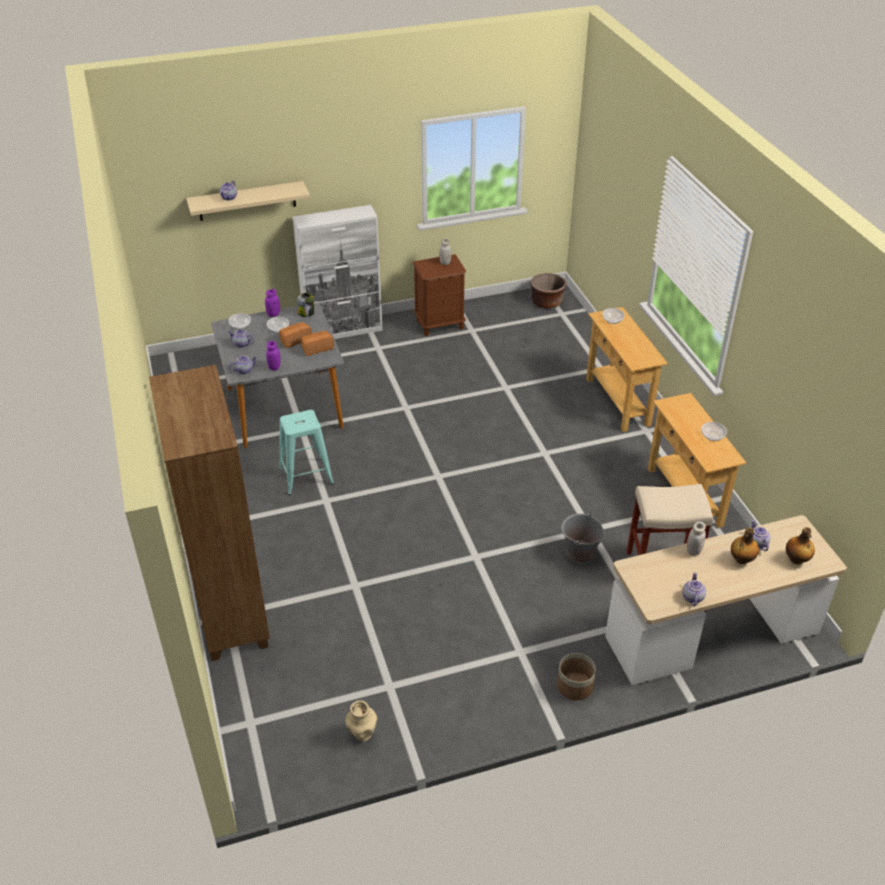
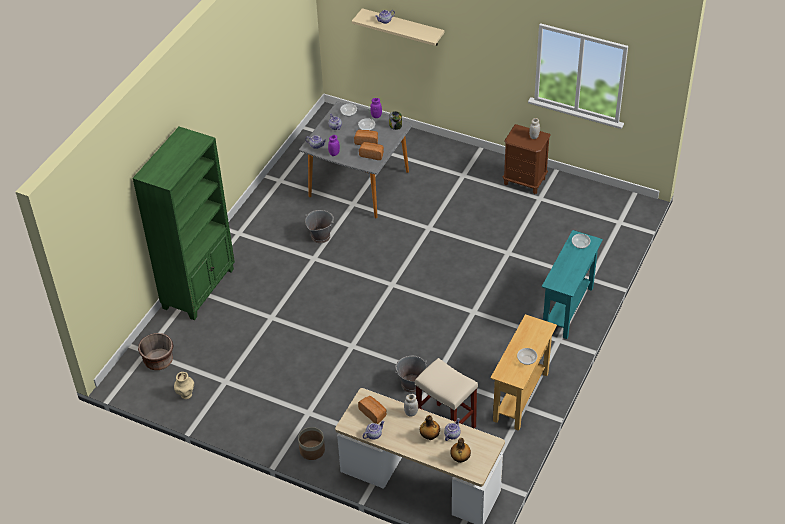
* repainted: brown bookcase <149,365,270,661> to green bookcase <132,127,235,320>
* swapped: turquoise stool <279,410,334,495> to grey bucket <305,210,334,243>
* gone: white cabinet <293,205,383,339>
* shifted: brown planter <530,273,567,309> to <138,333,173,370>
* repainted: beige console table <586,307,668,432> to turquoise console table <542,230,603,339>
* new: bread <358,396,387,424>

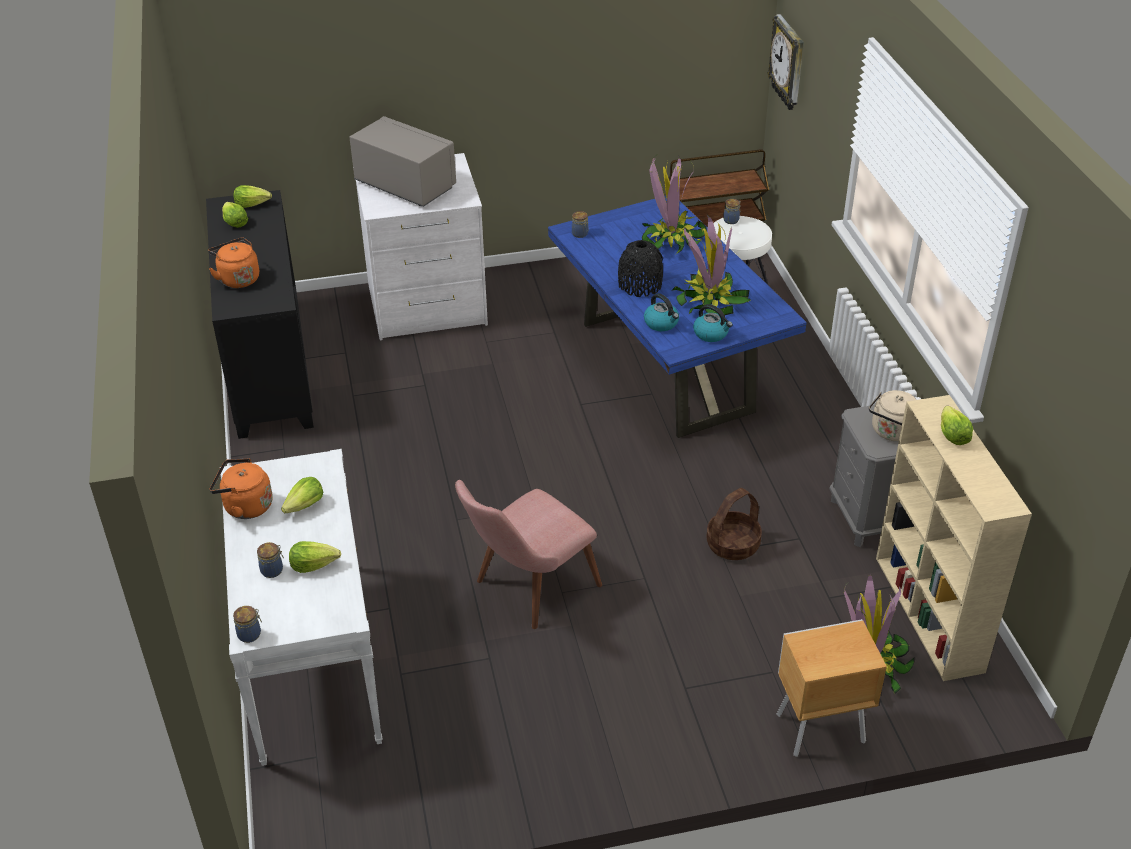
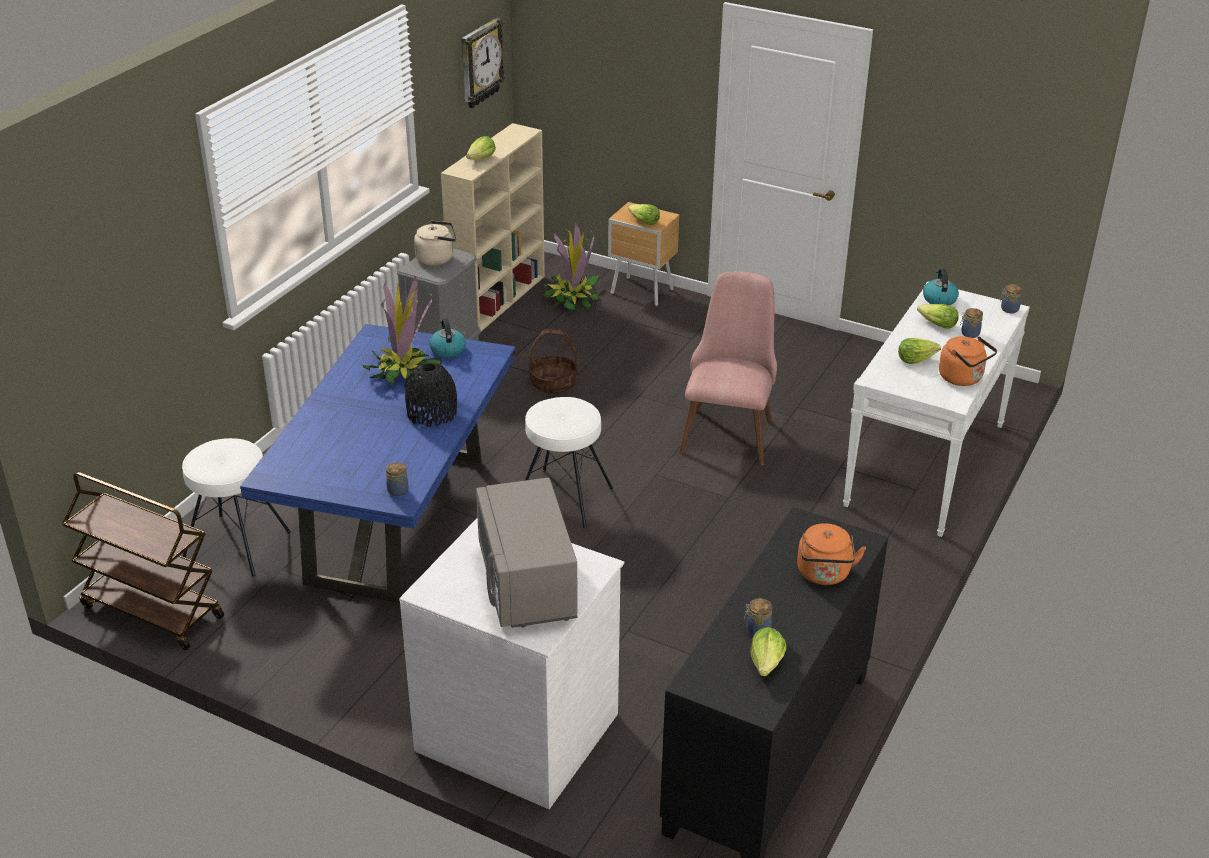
* shifted: lettuce <233,185,272,208> to <628,204,660,225>
* rotated: pink chair <455,480,602,629> = <679,271,777,466> 75 degrees counterclockwise
* gone: potted plant <642,155,707,255>
* shifted: kettle <644,293,679,331> to <923,268,959,305>
* shifted: jar <723,199,741,224> to <744,598,772,636>
* shifted: wall clock <767,14,804,110> to <461,18,505,108>
* new: white stool <525,397,613,528>

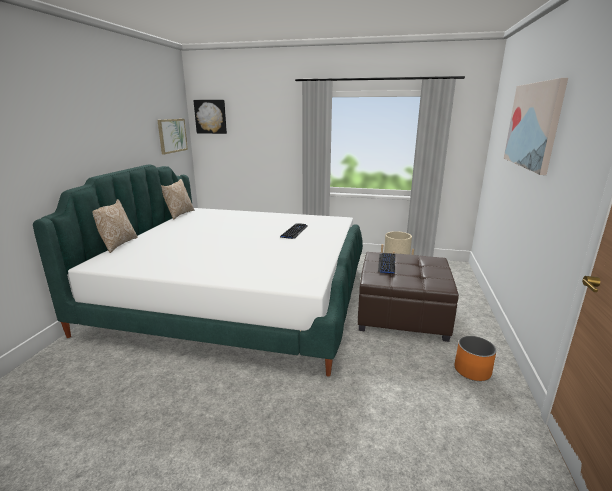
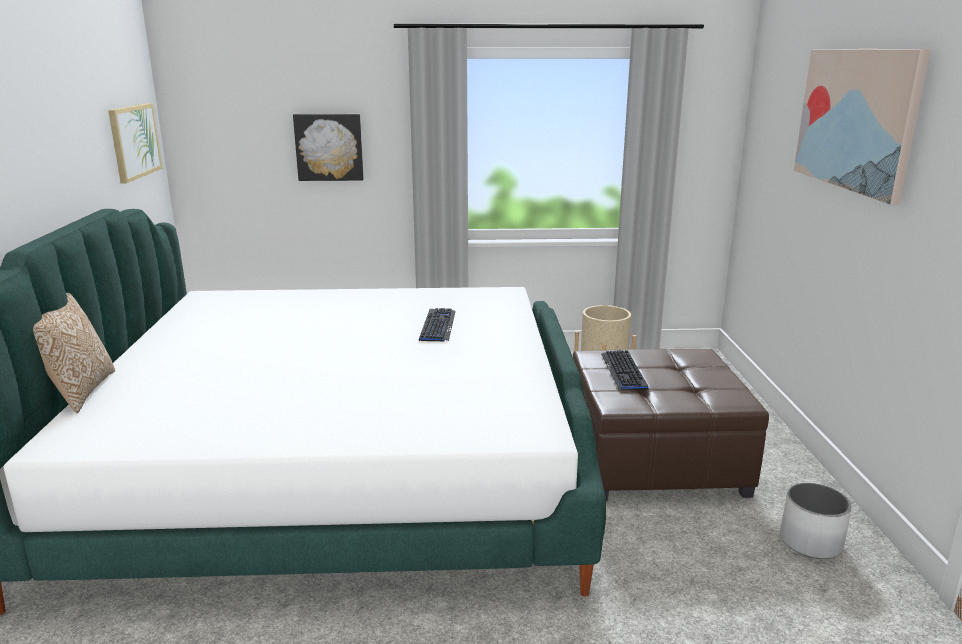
* gone: pillow <161,179,194,219>
* shifted: picture <193,100,227,134> to <293,114,364,181>
* repainted: orange planter <455,336,497,381> to white planter <780,483,852,559>

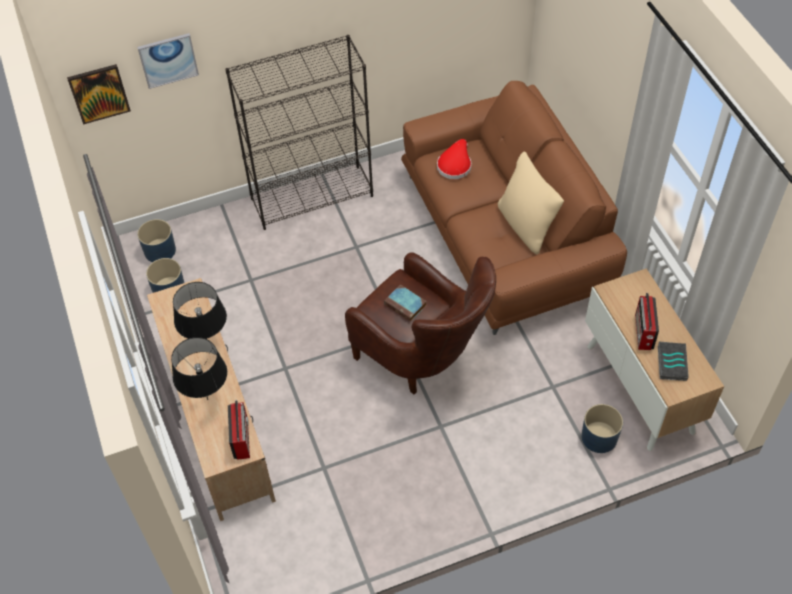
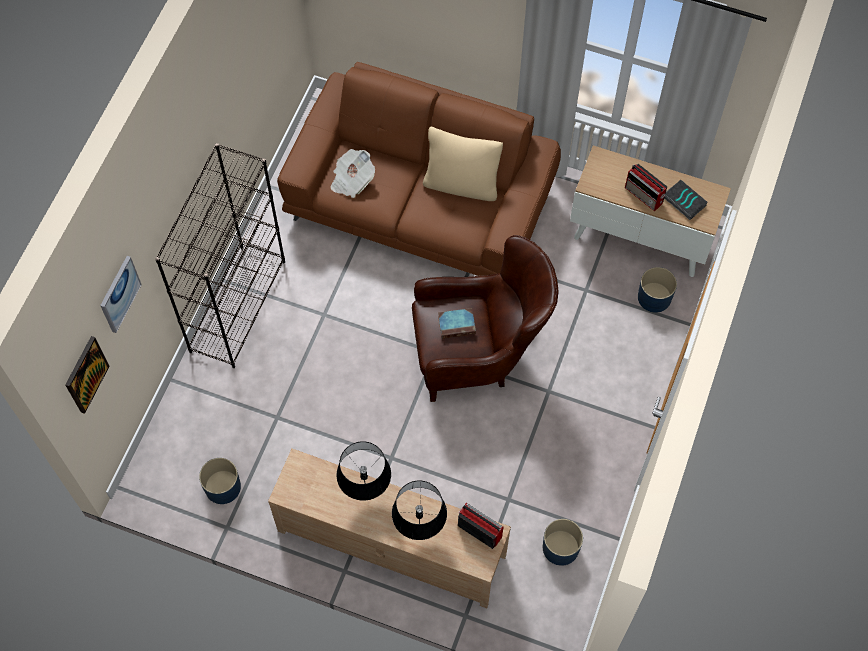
* shifted: blue planter <137,219,176,262> to <543,519,583,566>
* swapped: red hat <437,139,471,179> to newspaper <331,149,375,198>

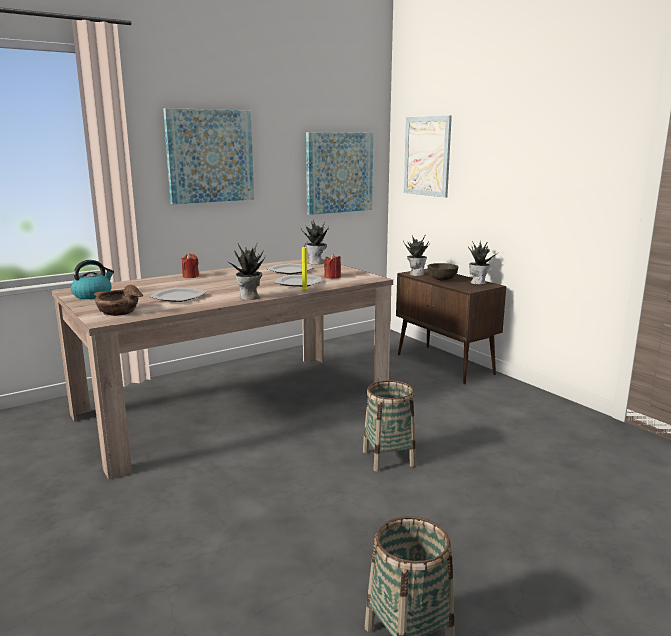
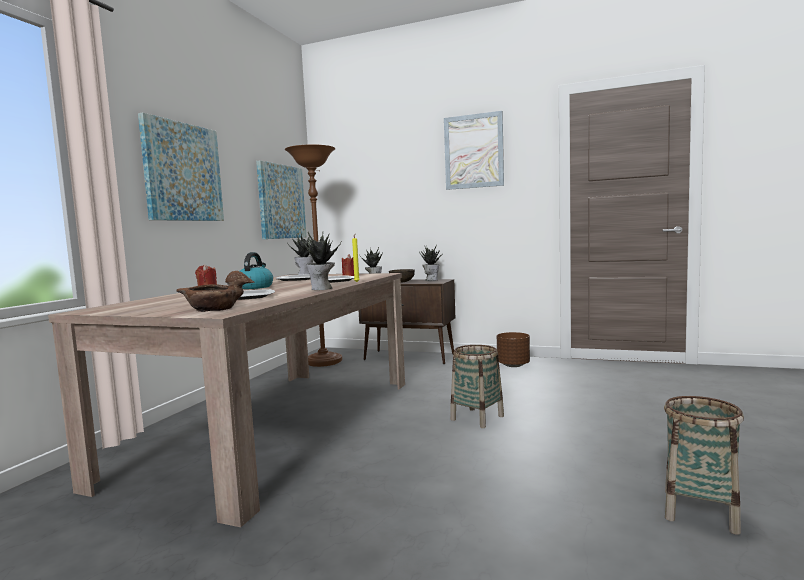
* shifted: kettle <71,260,114,299> to <240,252,273,289>
* shifted: picture <404,116,452,198> to <444,111,504,190>
* new: brown floor lamp <285,145,342,367>
* new: brown planter <497,332,530,367>

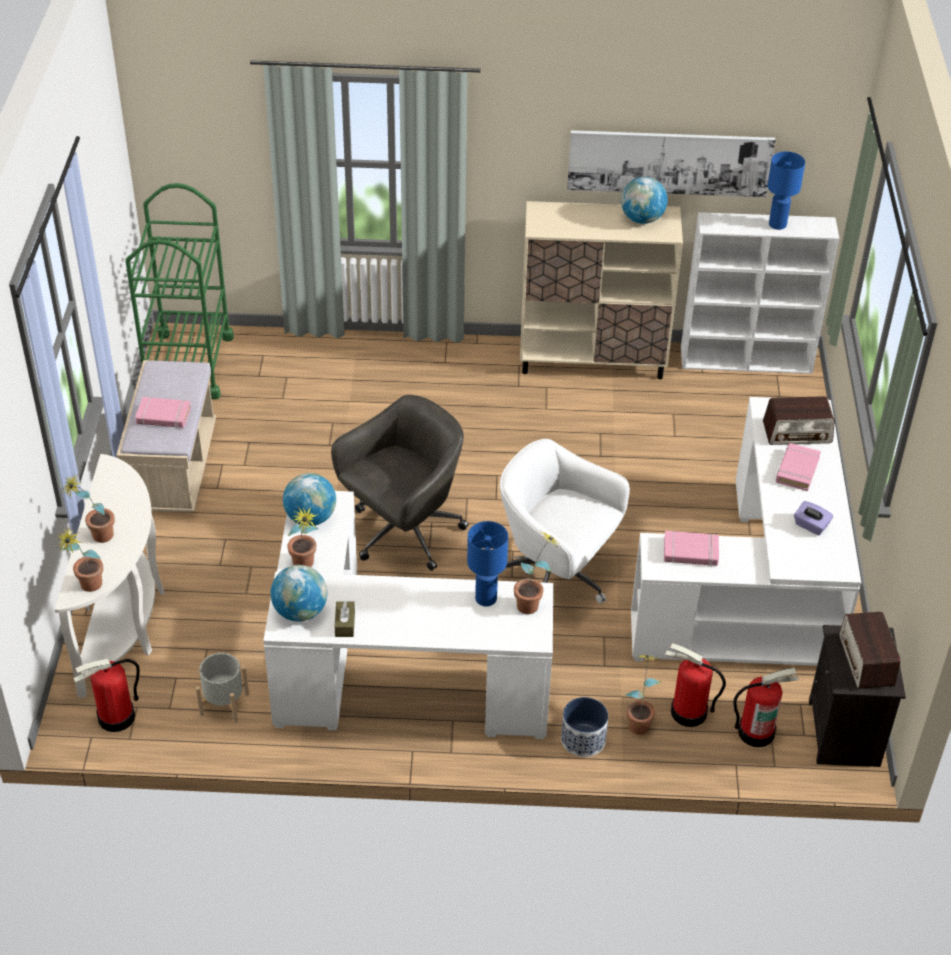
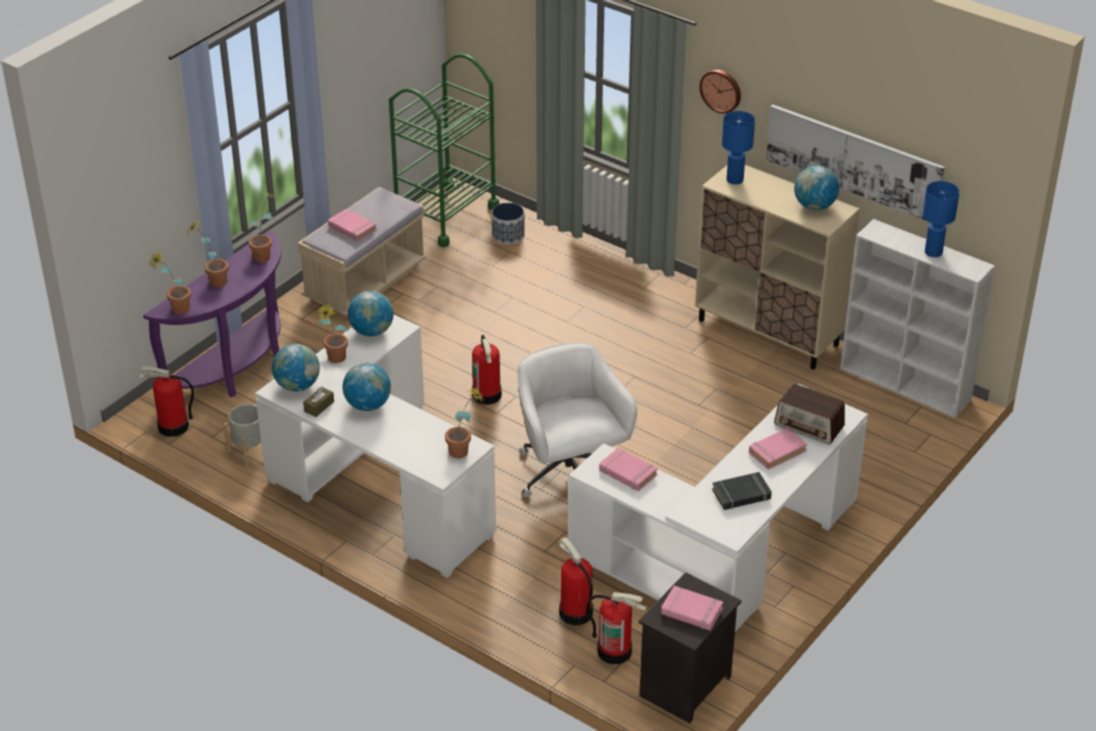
* repainted: white console table <55,454,164,698> to purple console table <143,230,281,397>
* swapped: grey office chair <331,395,469,571> to fire extinguisher <472,335,502,405>
* shifted: blue table lamp <467,521,508,606> to <722,111,755,185>
* shifted: planter <561,697,608,757> to <492,203,525,245>
* shifted: potted plant <625,655,661,735> to <248,191,275,262>
* swapped: purple tissue box <794,501,833,535> to black book <712,472,772,510>
* swapped: radio <839,611,901,689> to pink book <661,586,723,630>
* new: globe <343,363,391,411>
* new: wall clock <699,70,741,114>

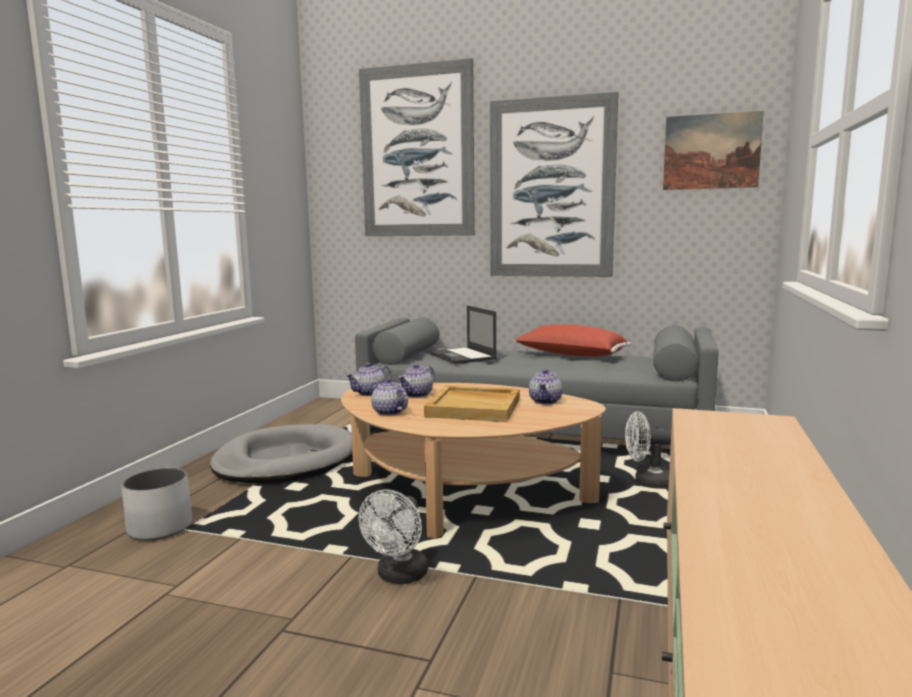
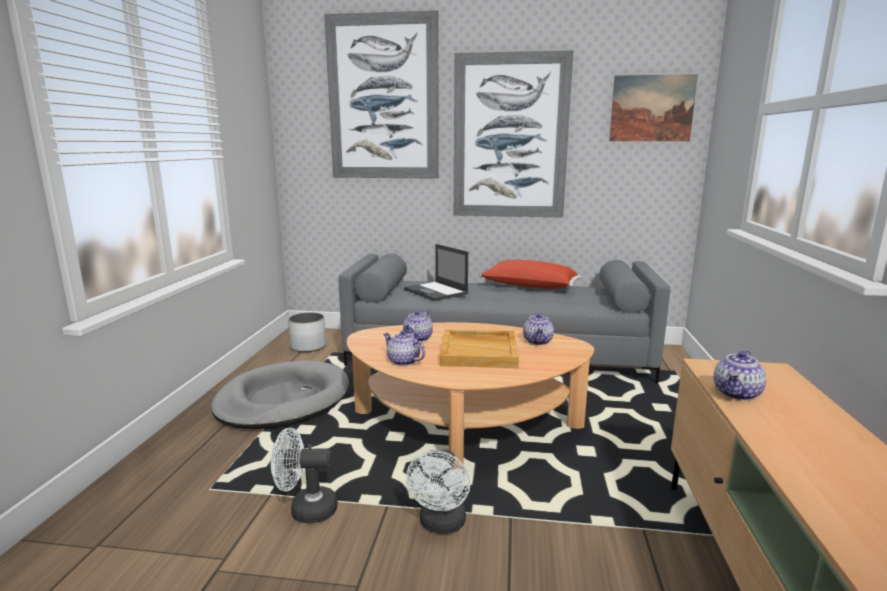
* shifted: white planter <121,468,192,540> to <288,312,326,352>
* shifted: teapot <346,363,391,396> to <714,351,766,401>
* shifted: white fan <625,411,671,489> to <271,428,338,523>

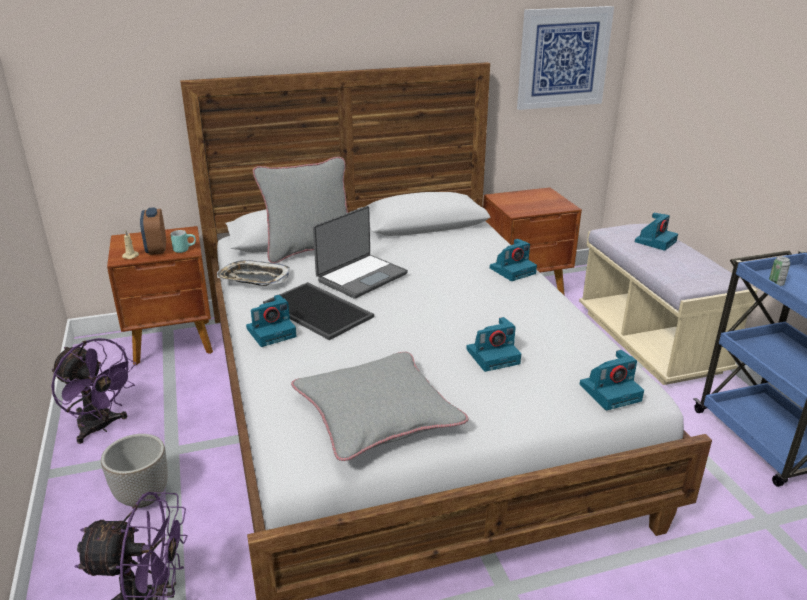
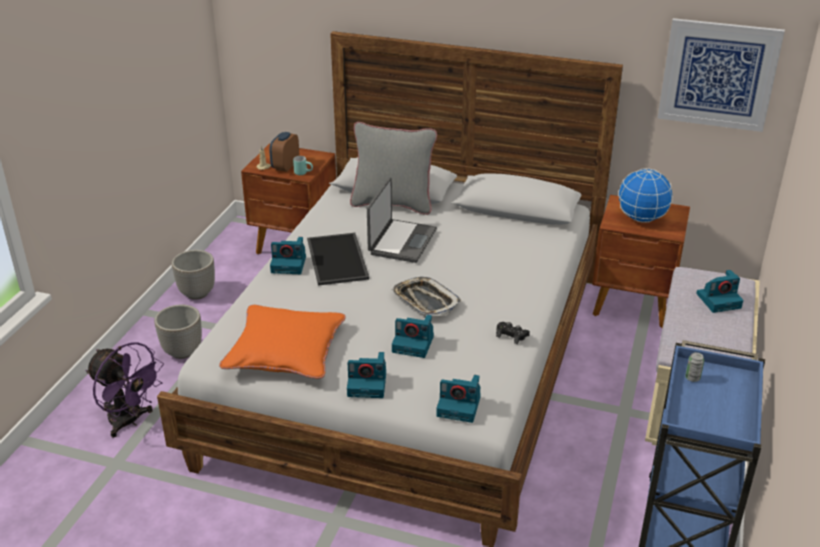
* swapped: purple fan <51,338,136,444> to planter <172,250,215,300>
* shifted: tray <217,260,290,286> to <391,277,461,316>
* repainted: grey pillow <291,352,468,461> to orange pillow <219,305,346,379>
* rotated: laptop <313,206,408,299> = <367,178,437,263> 60 degrees counterclockwise
* shifted: photo camera <490,239,537,281> to <347,352,386,398>
* new: black game controller <496,322,530,344>
* new: globe <618,168,673,223>

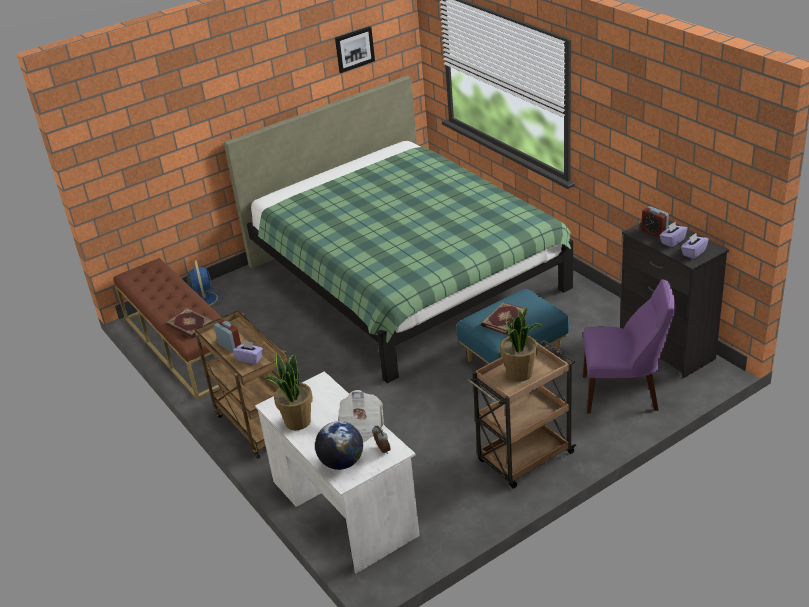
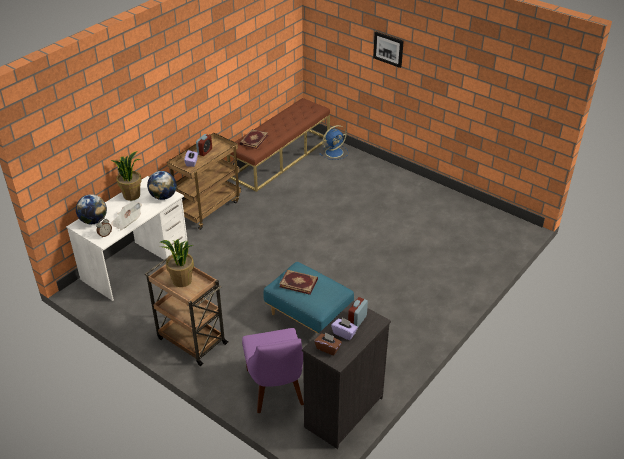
* gone: green bed <224,76,573,383>
* shifted: picture <335,26,375,73> to <373,32,404,68>
* repainted: purple tissue box <681,233,709,259> to brown tissue box <315,332,342,356>
* new: globe <147,171,177,200>

